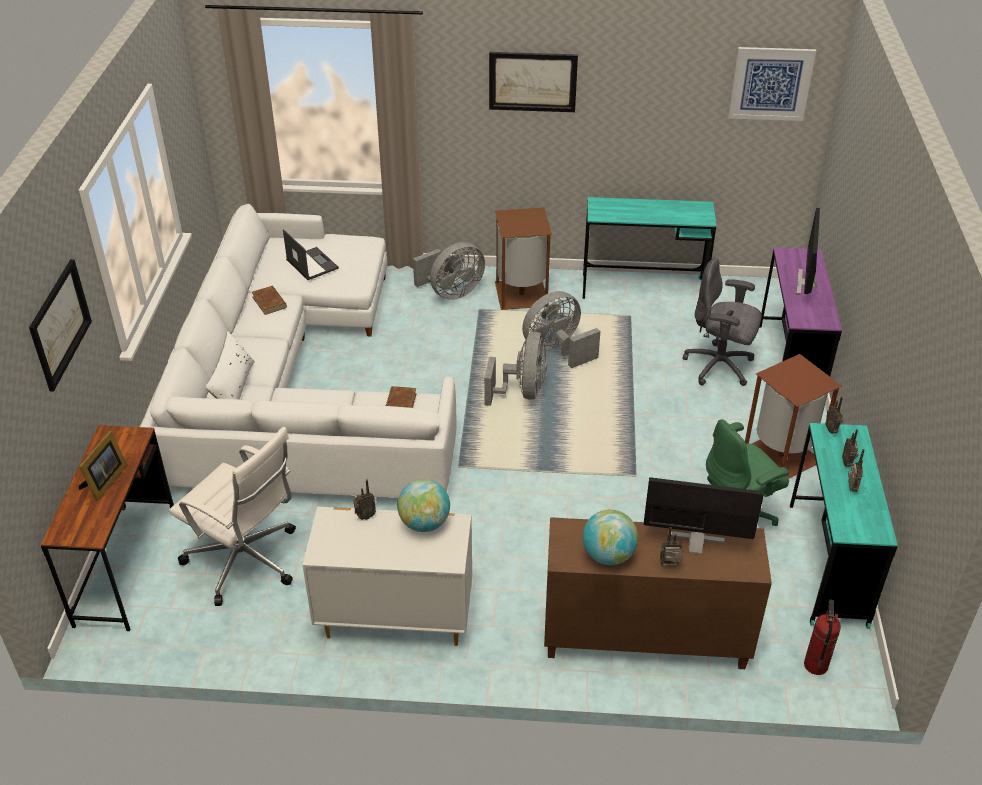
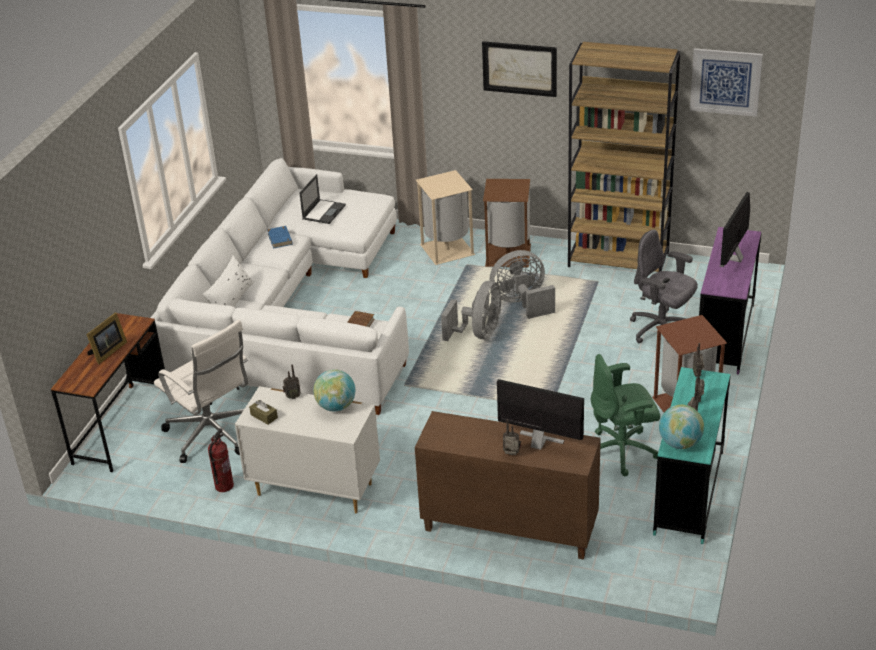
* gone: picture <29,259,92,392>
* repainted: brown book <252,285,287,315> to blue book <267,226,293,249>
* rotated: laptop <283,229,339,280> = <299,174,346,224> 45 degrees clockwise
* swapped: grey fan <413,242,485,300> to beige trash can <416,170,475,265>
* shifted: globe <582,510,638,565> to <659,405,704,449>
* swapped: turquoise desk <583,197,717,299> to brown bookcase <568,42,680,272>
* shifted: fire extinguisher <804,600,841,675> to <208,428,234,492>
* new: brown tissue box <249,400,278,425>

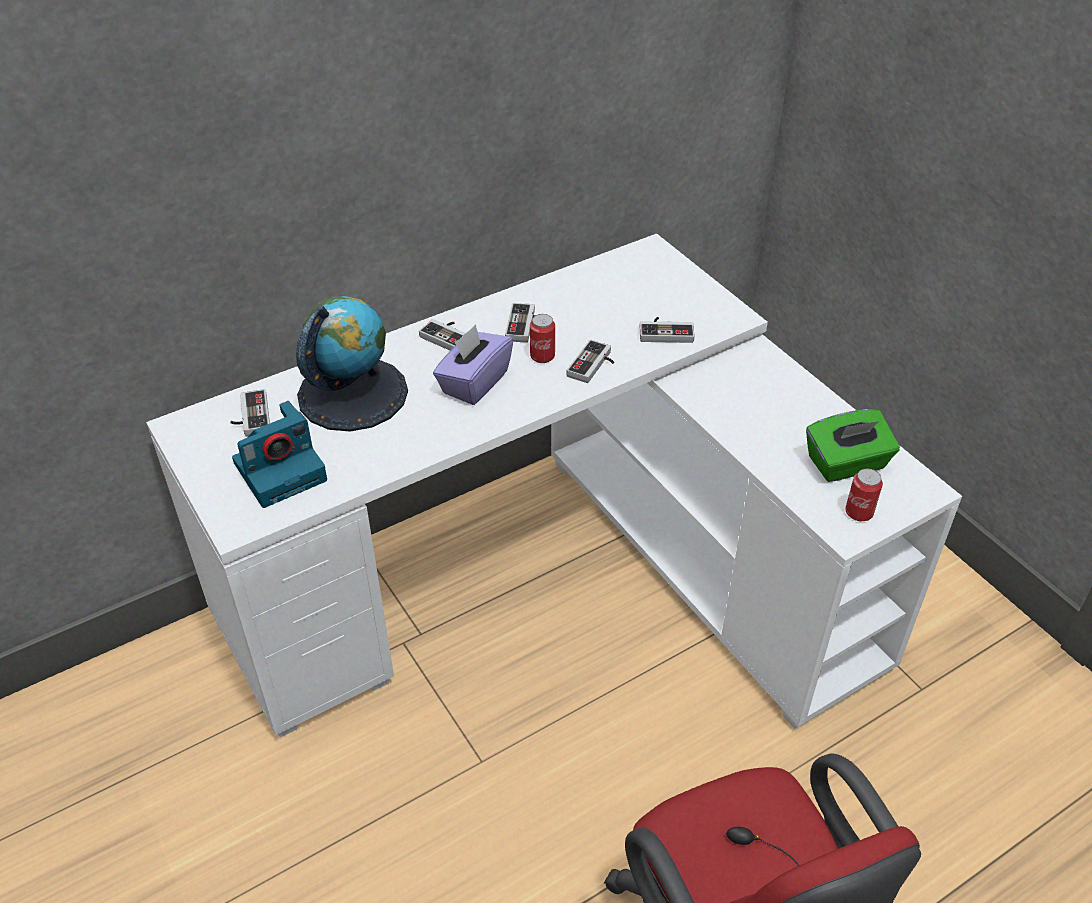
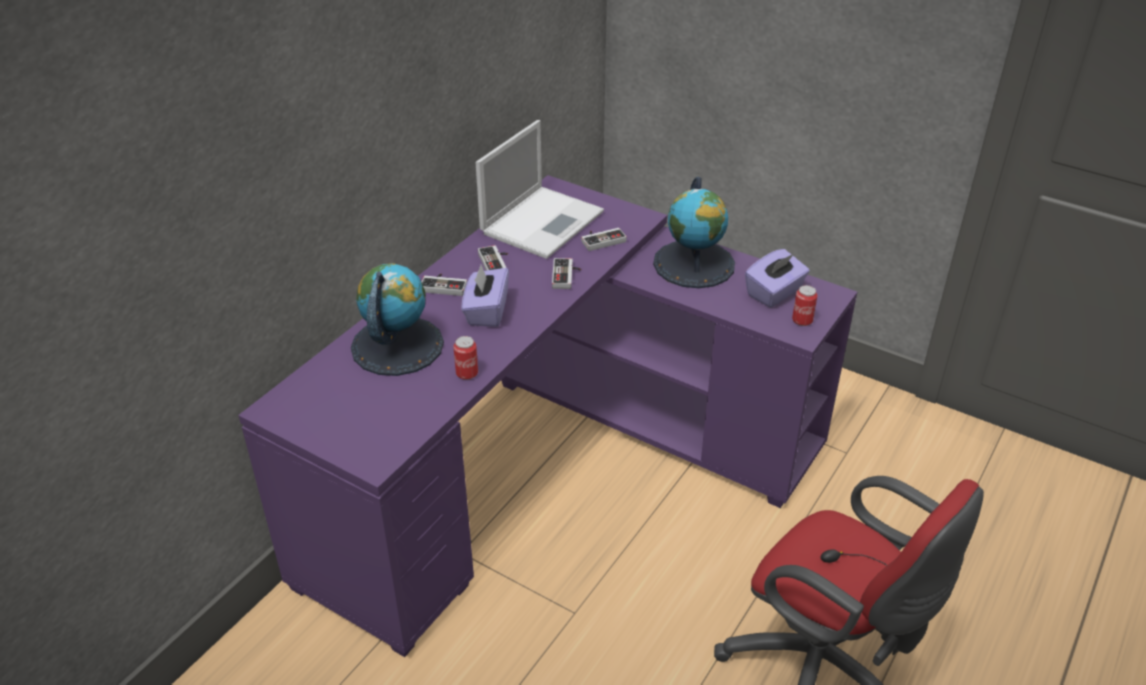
* repainted: white desk <146,234,962,738> to purple desk <238,175,857,657>
* gone: game controller <230,389,270,437>
* gone: photo camera <232,401,327,508>
* shifted: can <530,314,555,363> to <453,336,478,380>
* repainted: green tissue box <806,409,900,482> to purple tissue box <745,249,810,308>
* new: laptop <476,120,604,259>
* new: globe <653,177,735,288>

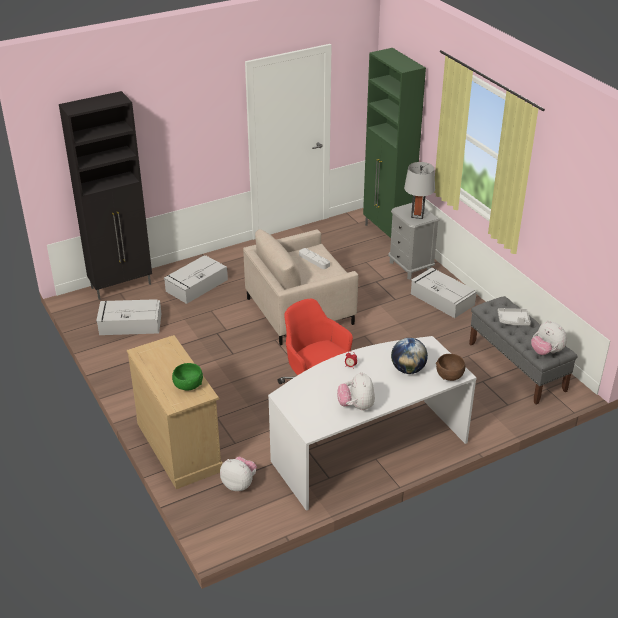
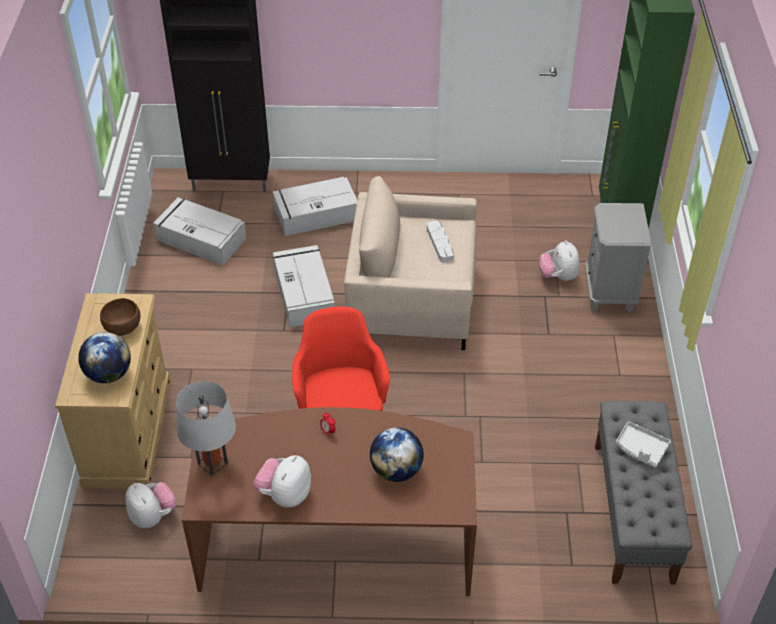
* swapped: green bowl <172,363,203,391> to globe <78,332,131,383>
* repainted: white desk <268,336,477,511> to brown desk <182,407,477,596>
* shifted: grey table lamp <404,162,435,219> to <176,381,236,476>
* shifted: grey storage box <411,268,477,318> to <273,245,335,327>
* shifted: brown bowl <436,354,465,381> to <100,298,140,336>
* shifted: plush toy <531,320,567,355> to <539,240,580,281>

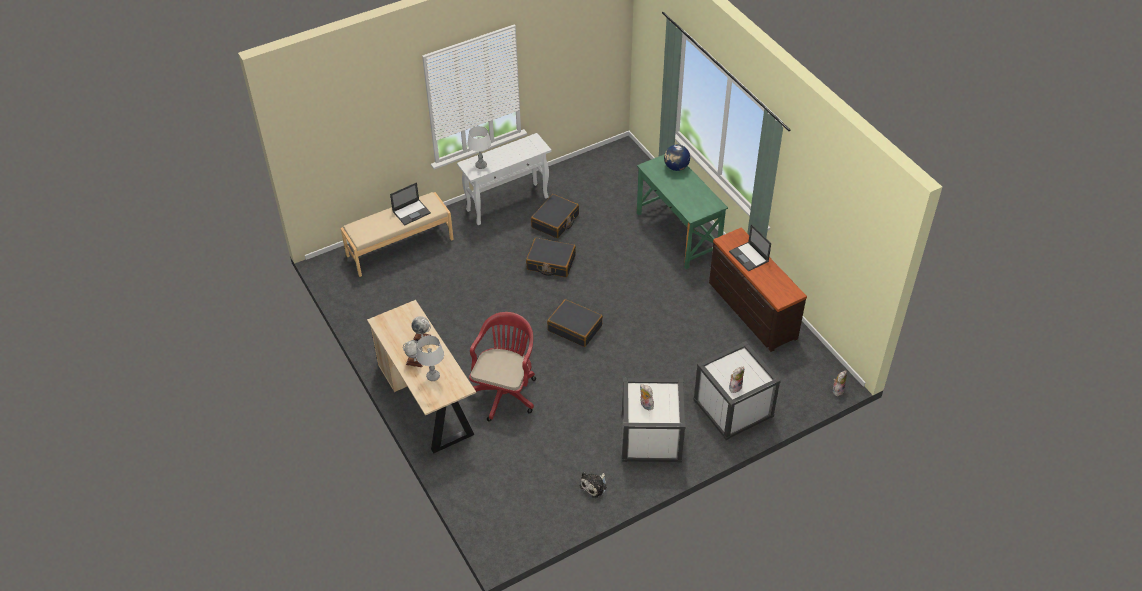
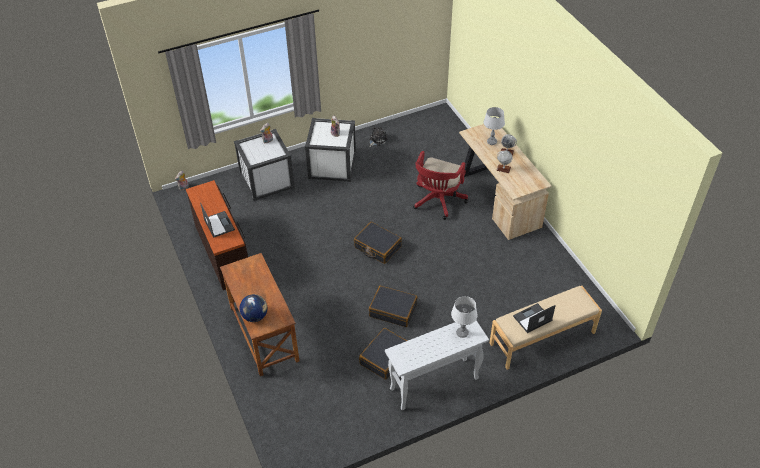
* repainted: green desk <637,155,728,269> to brown desk <220,253,299,376>

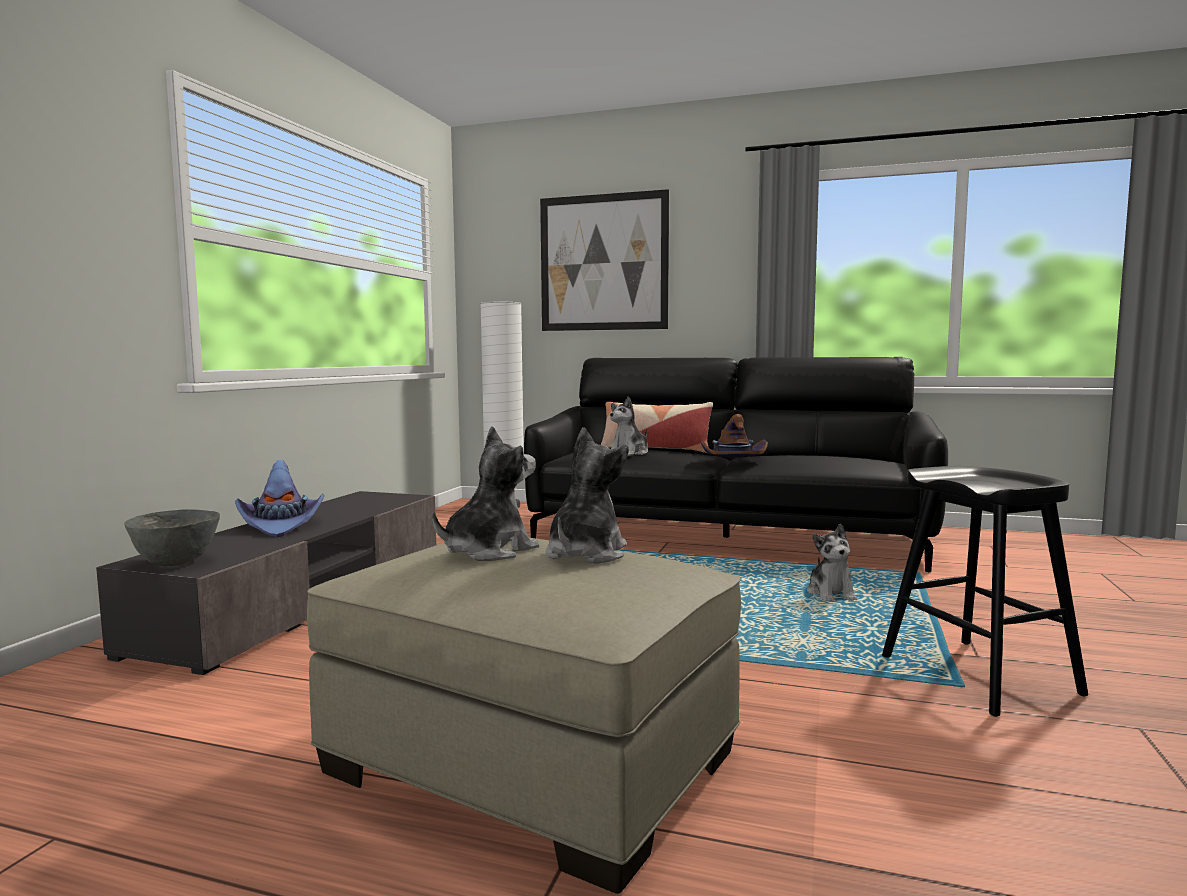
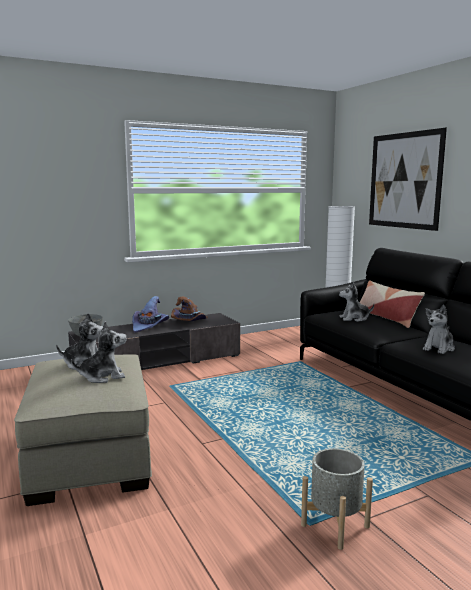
* shifted: brown hat <701,414,768,457> to <171,297,208,321>
* shifted: plush toy <807,524,857,601> to <423,305,455,354>
* swapped: black stool <882,466,1088,717> to grey planter <301,448,373,550>

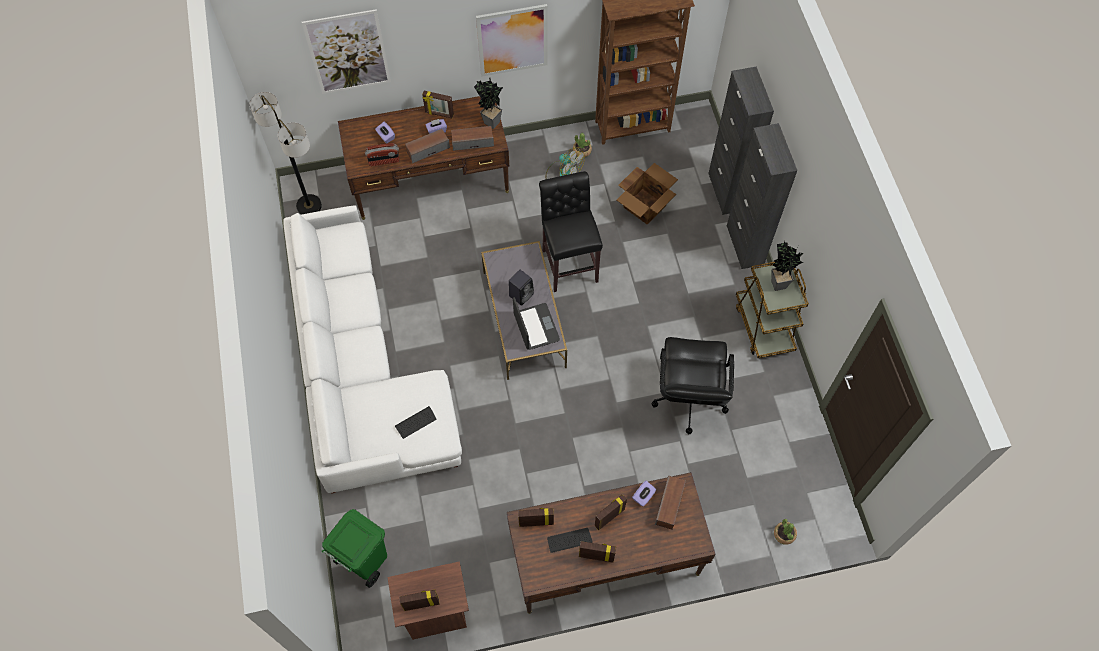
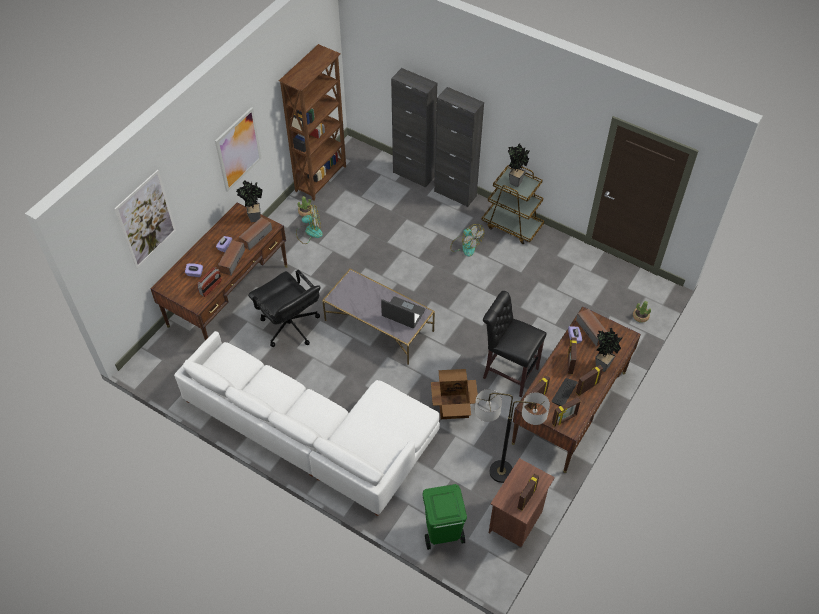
* shifted: floor lamp <250,92,322,215> to <475,389,550,483>
* gone: keyboard <395,406,436,439>
* shifted: picture frame <422,91,454,118> to <552,397,581,427>
* gone: black speaker <509,270,534,306>
* shifted: black stool <539,171,603,292> to <483,291,547,397>
* shifted: cardboard box <617,163,678,225> to <431,369,478,419>
* shifted: black office chair <651,337,734,434> to <248,270,321,347>
* new: fan <451,224,484,257>
* new: potted plant <595,328,623,372>

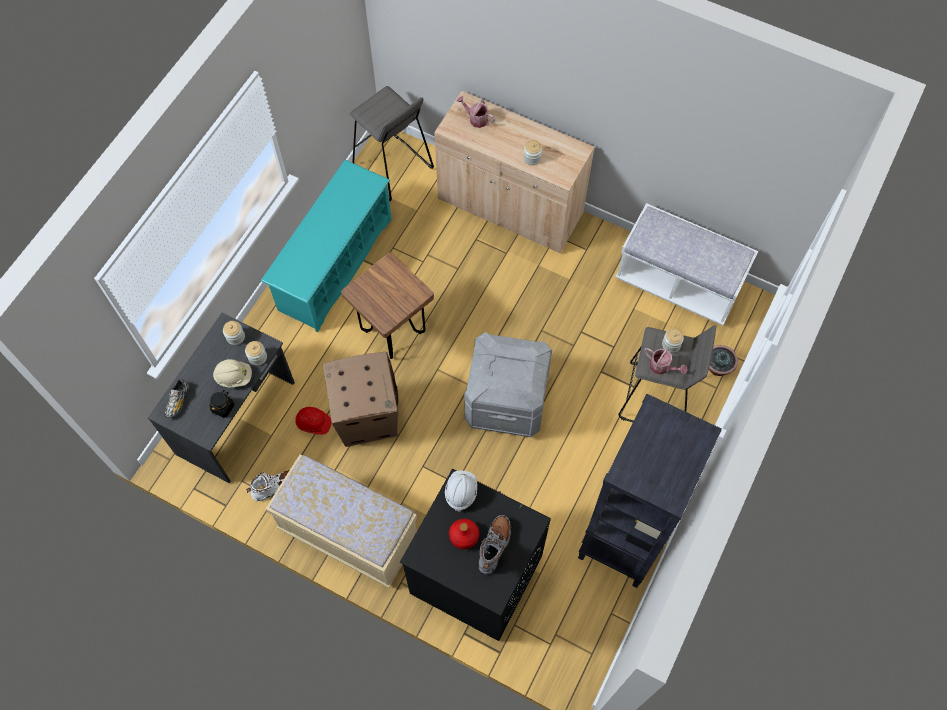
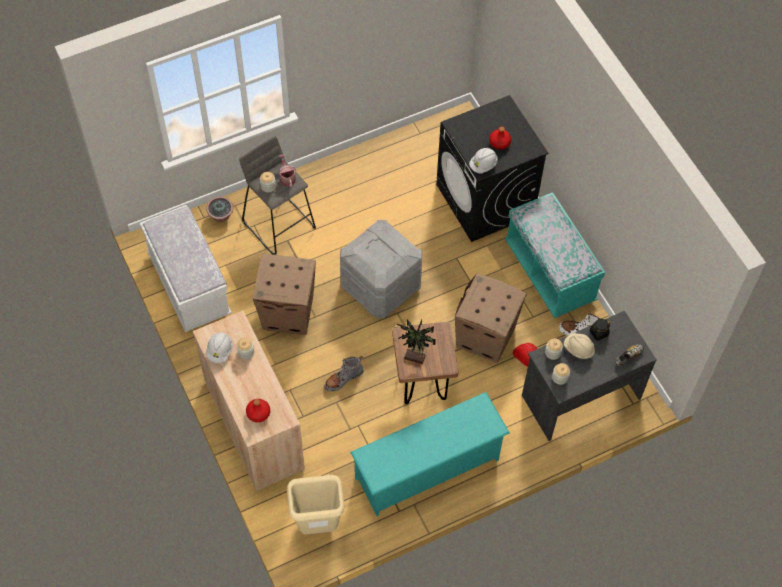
* repainted: beige bench <266,455,417,588> to turquoise bench <505,192,605,318>
* swapped: grey stool <349,86,434,201> to beige trash can <287,475,344,534>
* swapped: watering can <457,96,495,128> to red bottle <246,399,270,422>
* shifted: grey boot <479,515,511,575> to <324,356,364,392>
* gone: black bookcase <578,393,722,587>
* new: white hard hat <206,332,233,363>
* new: cardboard box <253,253,316,335>
* new: potted plant <397,319,436,364>

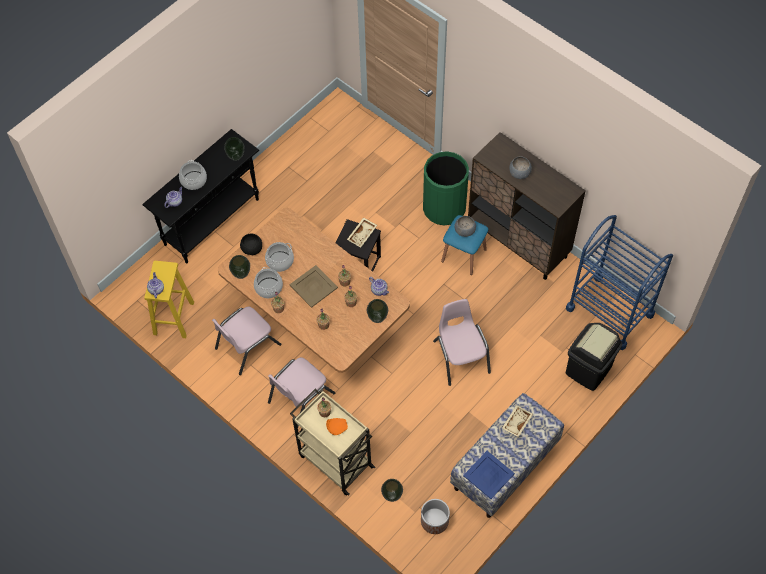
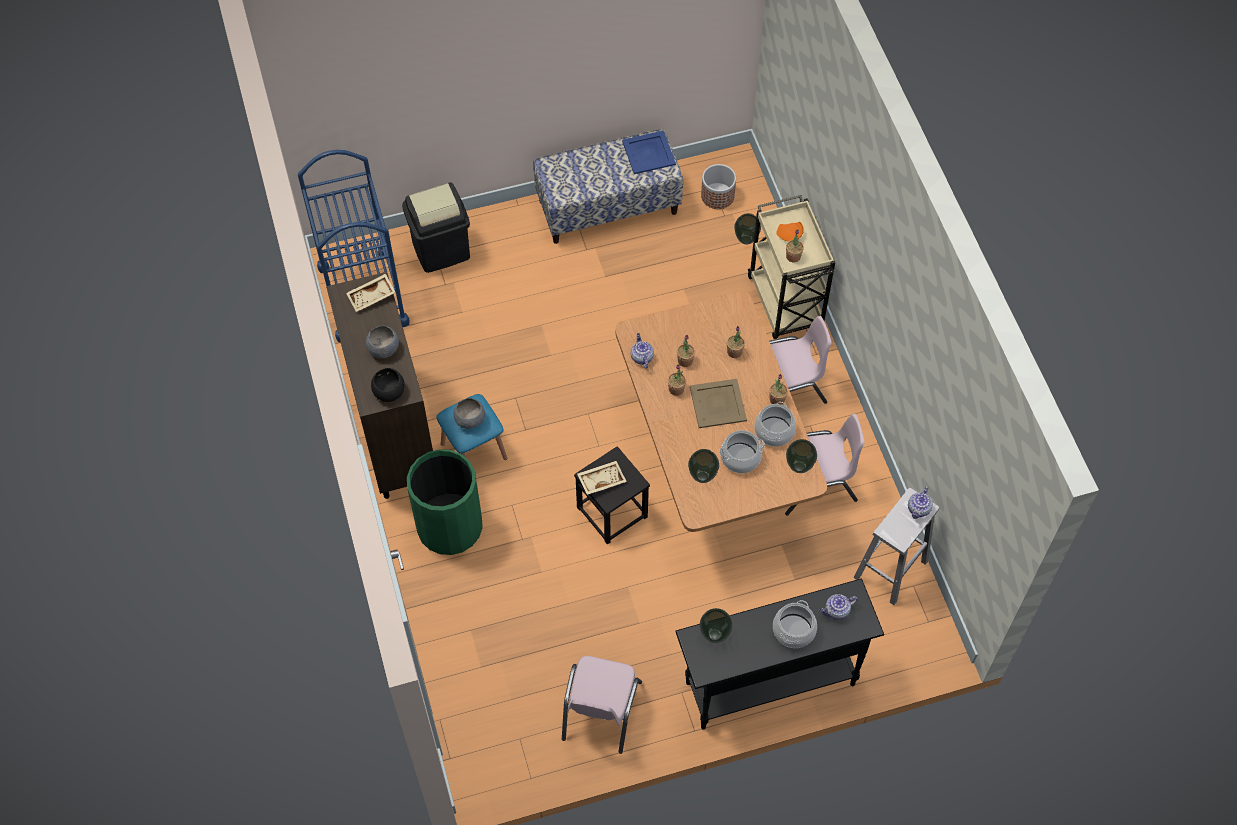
* repainted: yellow stool <144,261,194,338> to white stool <853,488,940,605>
* shifted: black bowl <240,233,262,255> to <371,368,405,402>
* shifted: vase <367,299,388,323> to <688,449,719,483>
* shifted: pink chair <433,299,491,386> to <562,656,642,754>
* shifted: beige tray <502,405,533,437> to <346,274,396,312>

